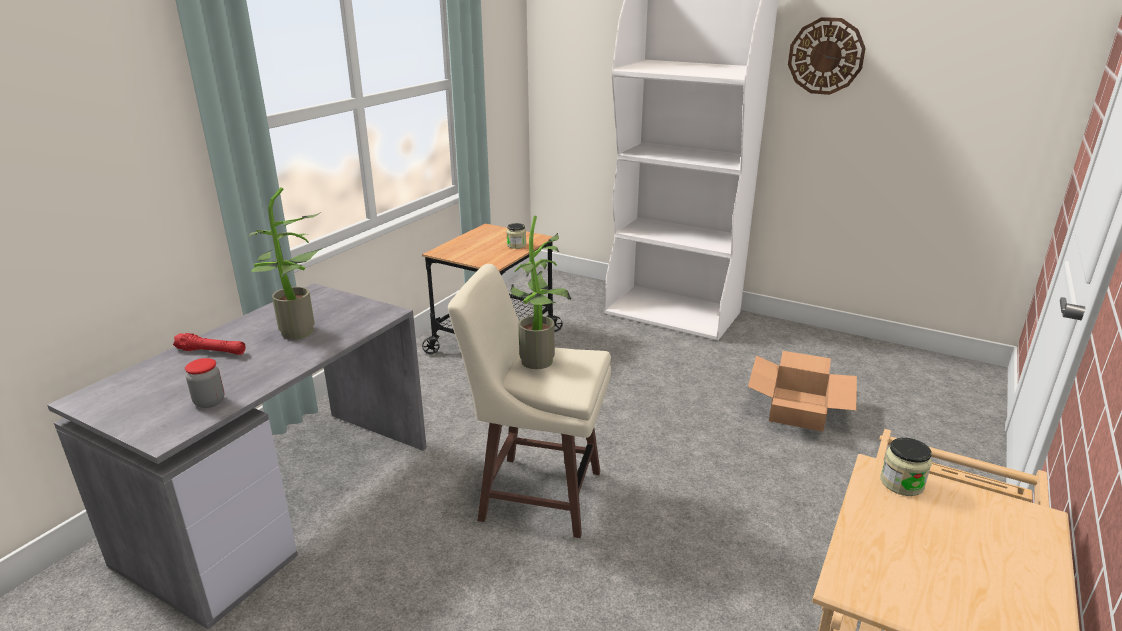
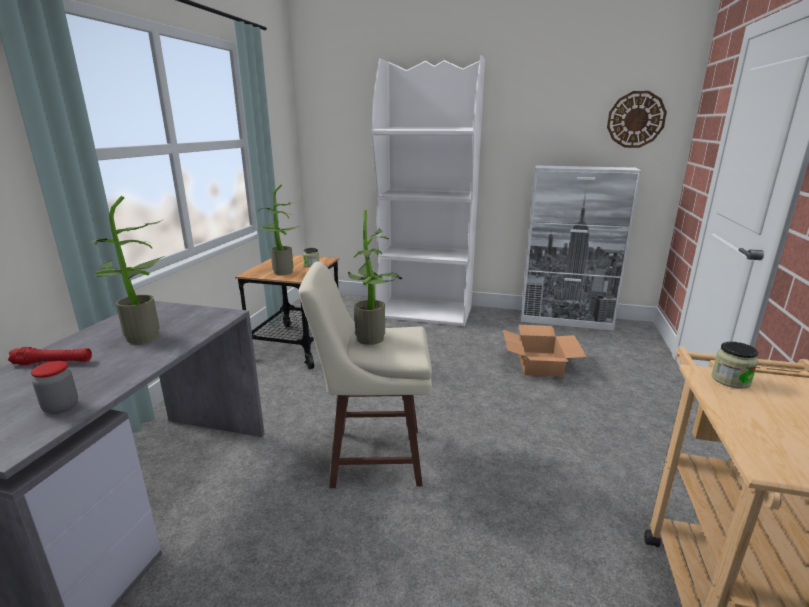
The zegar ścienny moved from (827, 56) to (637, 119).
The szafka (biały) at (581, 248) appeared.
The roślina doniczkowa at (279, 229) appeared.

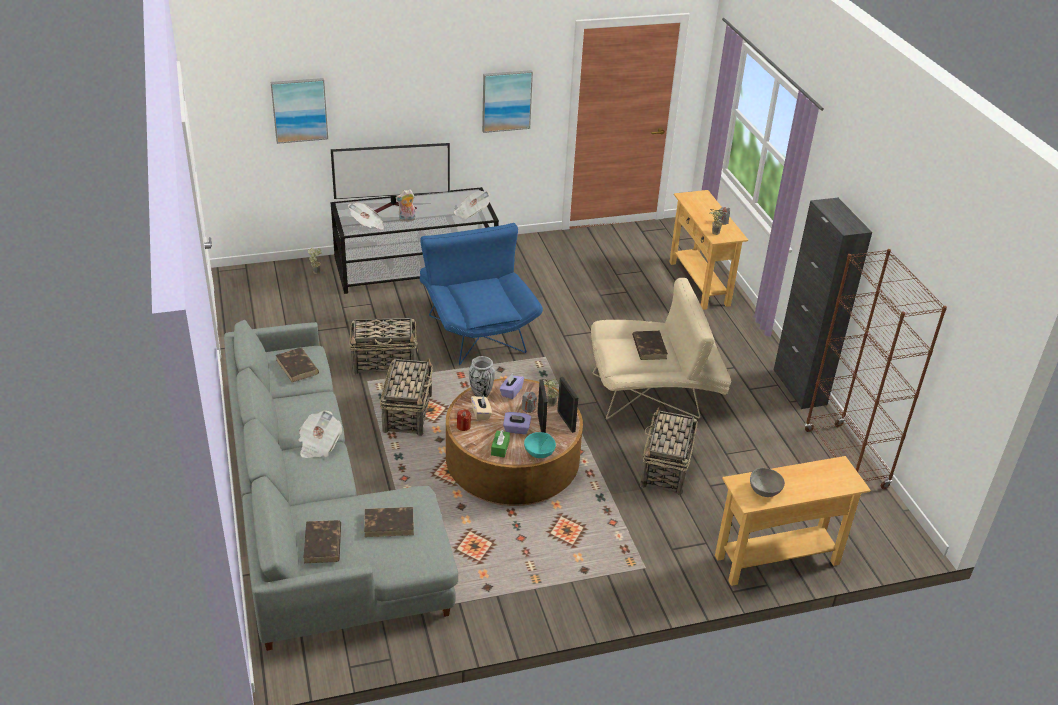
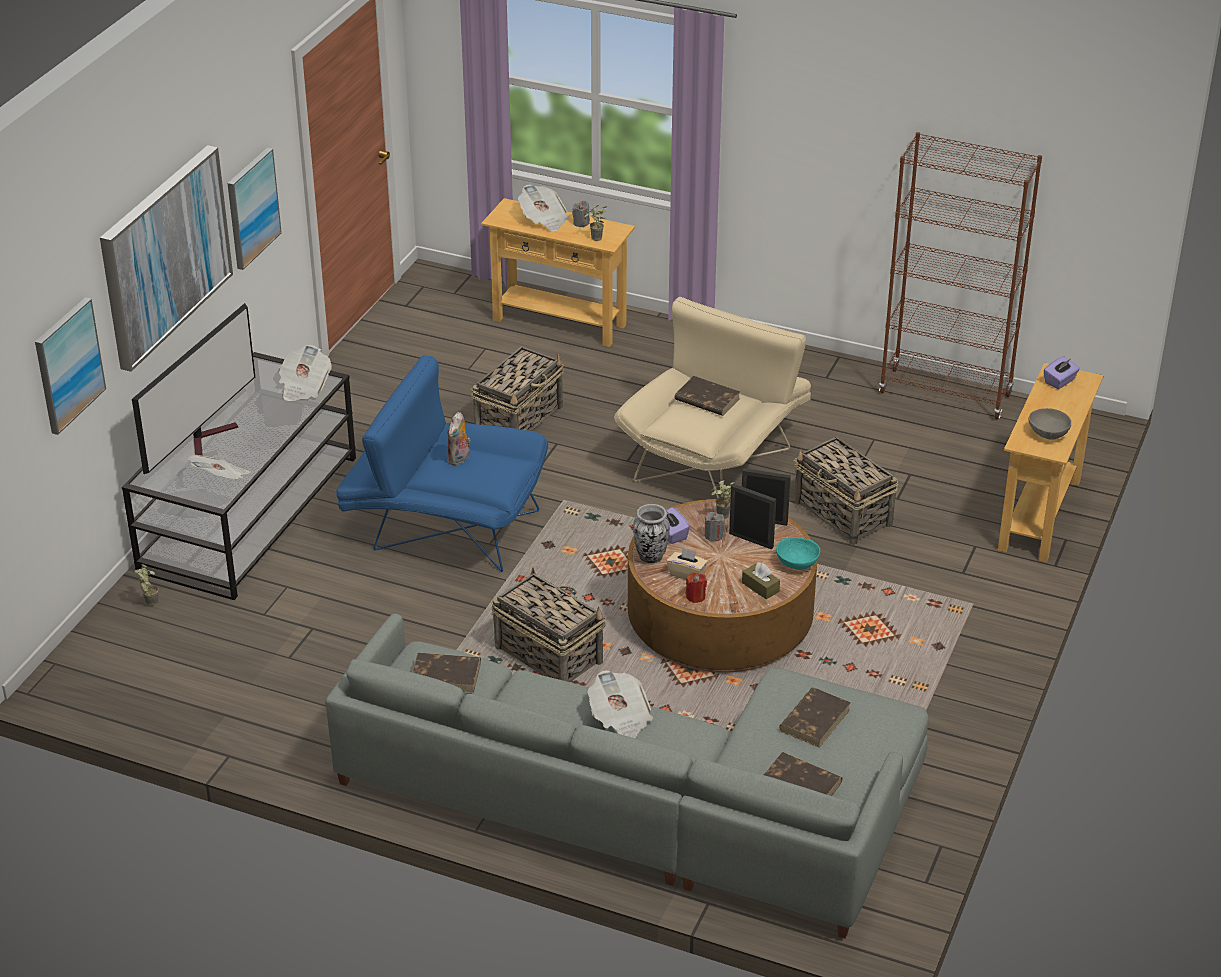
The pluszak moved from (405, 205) to (459, 439).
The szafka (czarny) at (822, 303) disappeared.
The koszyk moved from (383, 346) to (517, 388).
The pudełko chusteczek (fioletowy) moved from (517, 423) to (1062, 372).
The pudełko chusteczek (zielony) at (500, 443) became the pudełko chusteczek (brązowy) at (761, 581).
The obraz at (166, 258) appeared.
The gazeta at (543, 208) appeared.

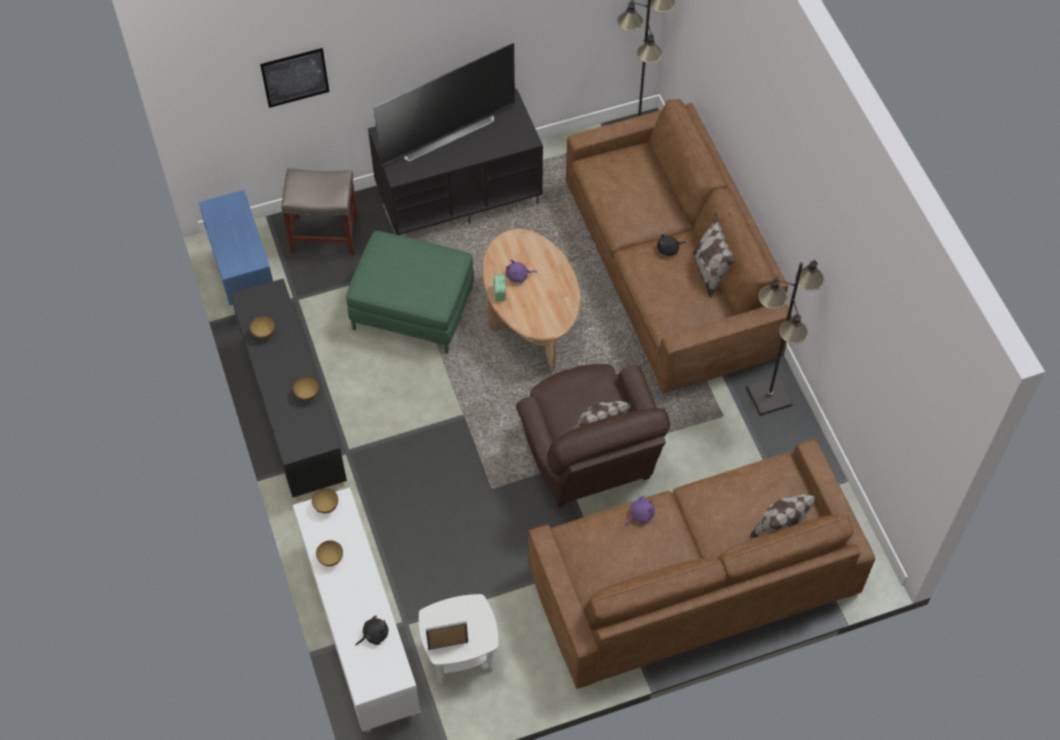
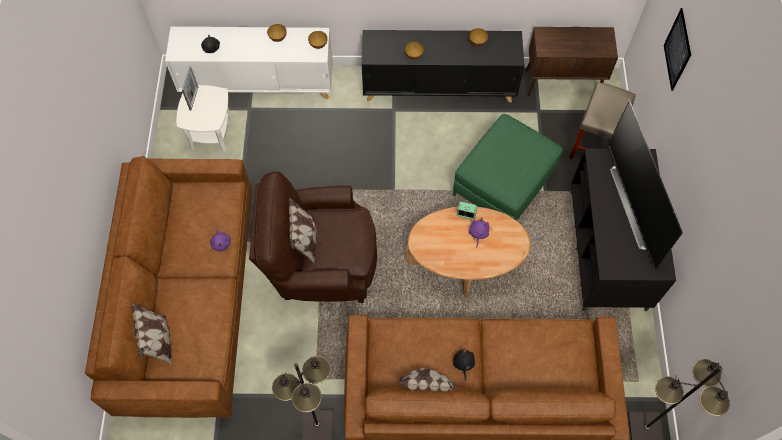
The szafka (niebieski) at (235, 258) became the szafka (brązowy) at (571, 62).

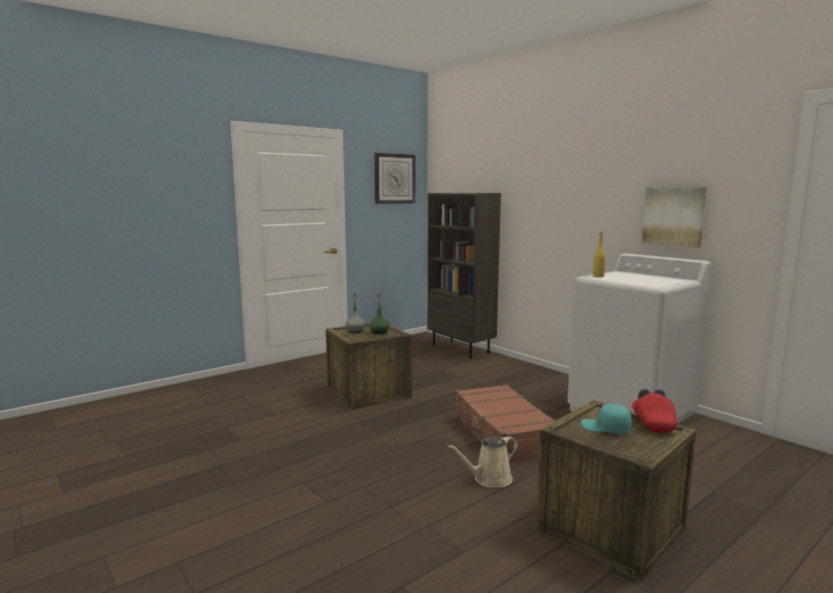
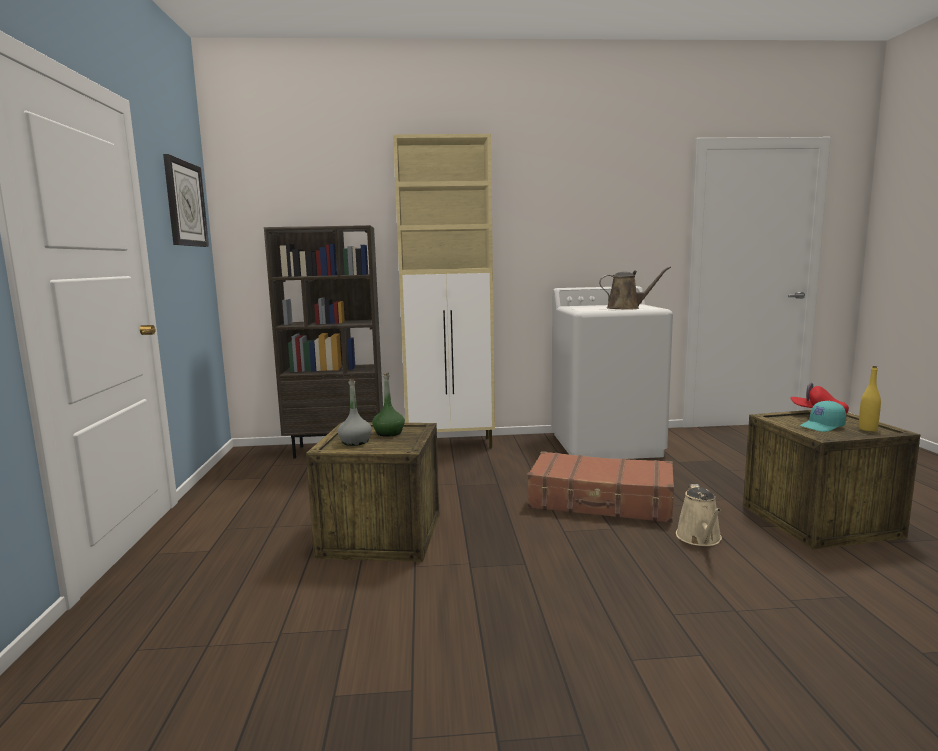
The obraz at (674, 217) disappeared.
The butelka (żółty) moved from (599, 255) to (870, 398).
The szafka (beżowy) at (444, 291) appeared.
The konewka (brązowy) at (635, 288) appeared.

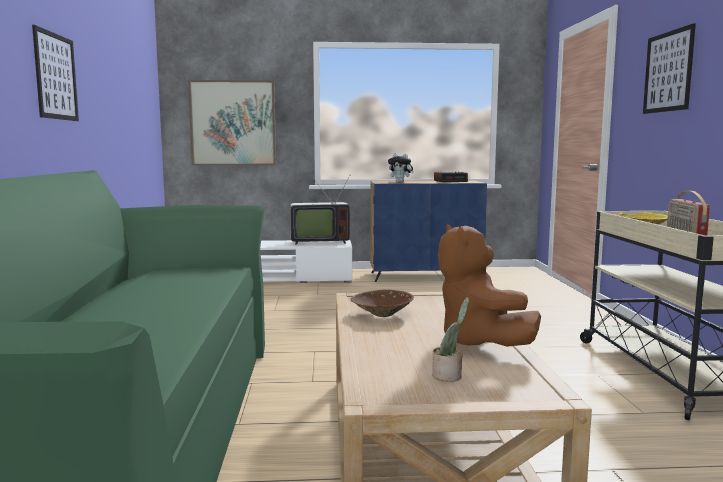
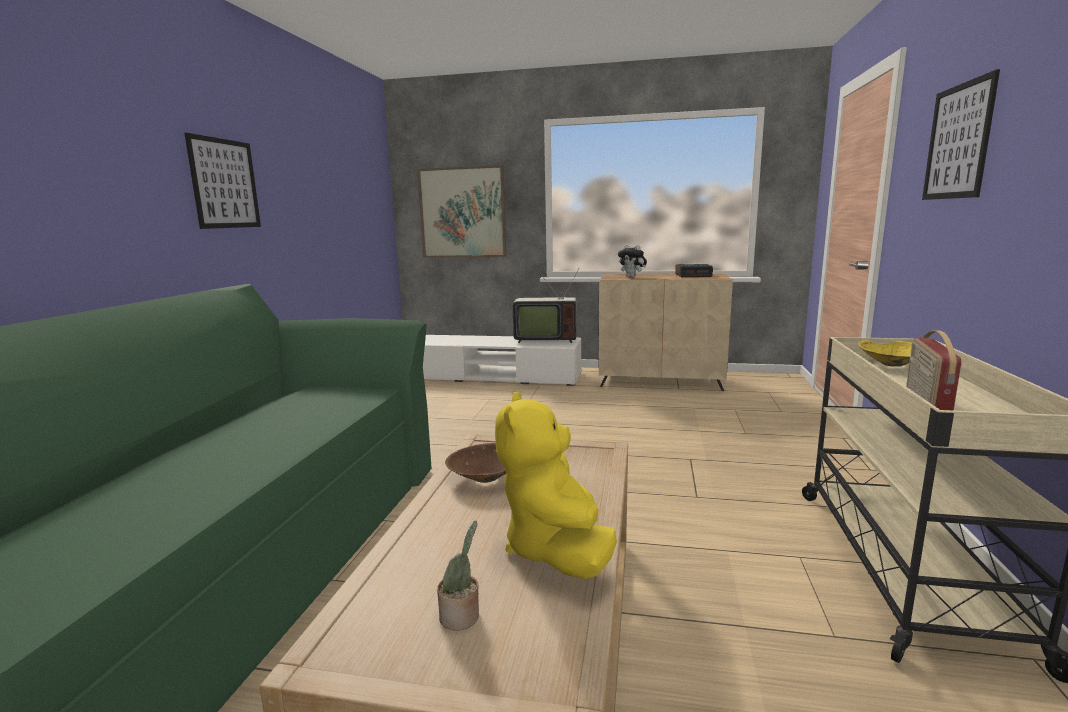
The szafka (niebieski) at (428, 231) became the szafka (beżowy) at (665, 332).
The pluszak (brązowy) at (489, 285) became the pluszak (żółty) at (556, 485).

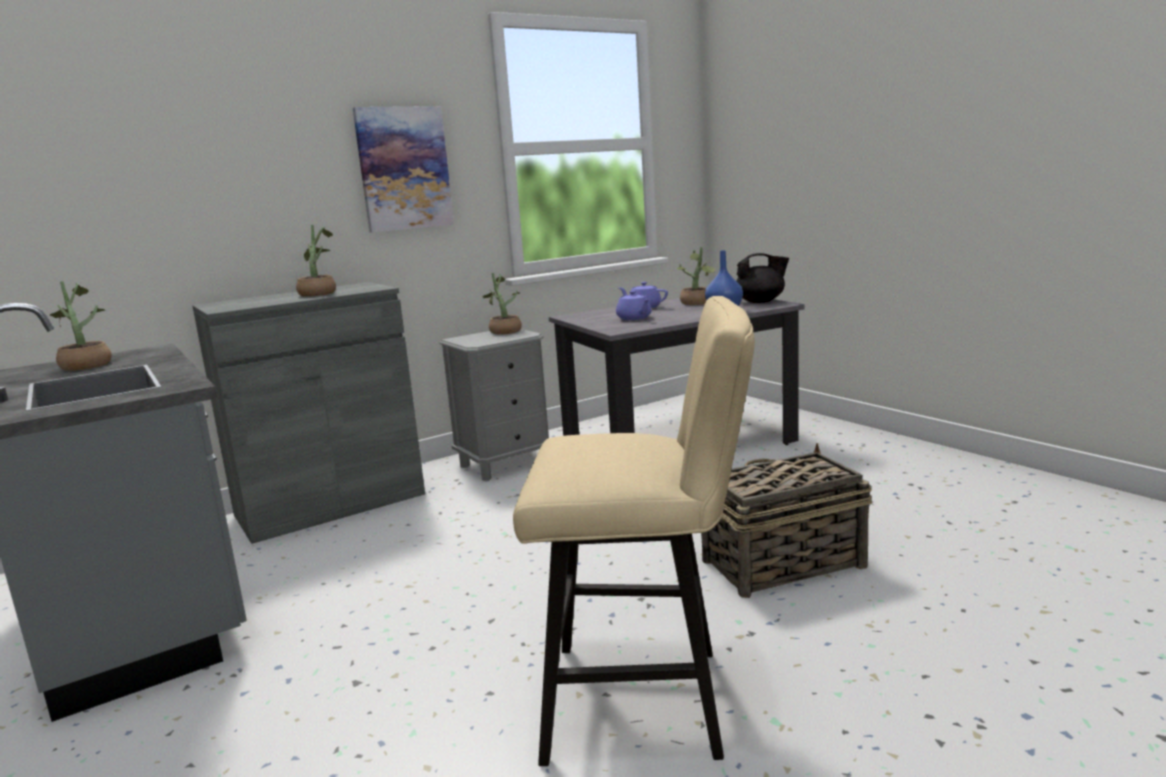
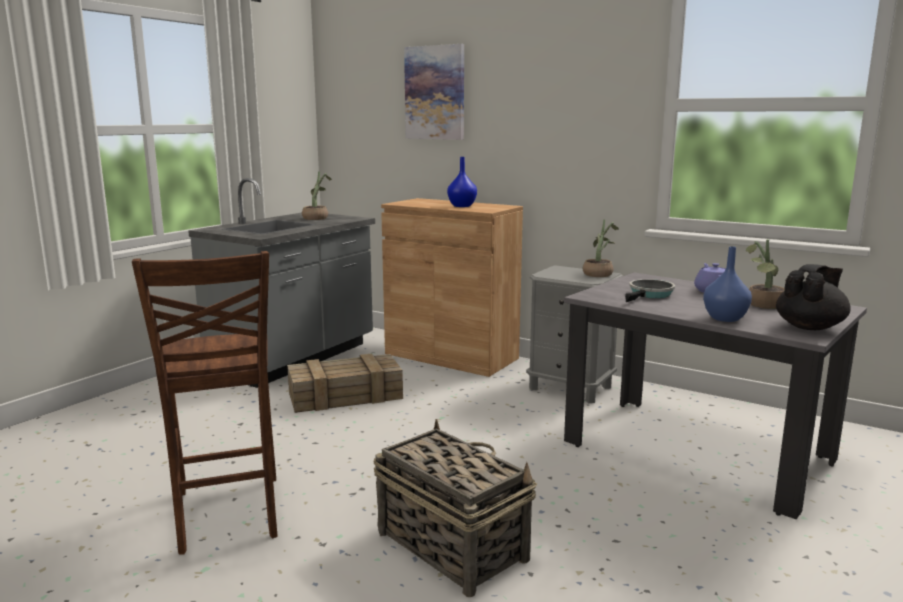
The obraz moved from (403, 169) to (434, 92).
The roślina doniczkowa at (316, 261) was replaced by the wazon (niebieski) at (462, 182).
The imbryk (czarny) at (762, 278) turned 105 degrees counterclockwise.
The szafka (szary) at (308, 413) became the szafka (brązowy) at (452, 287).
The imbryk (fioletowy) at (633, 305) was replaced by the patelnia at (650, 290).
The stołek (beżowy) at (634, 531) was replaced by the krzesło (brązowy) at (204, 403).
The skrzynka at (345, 383) appeared.

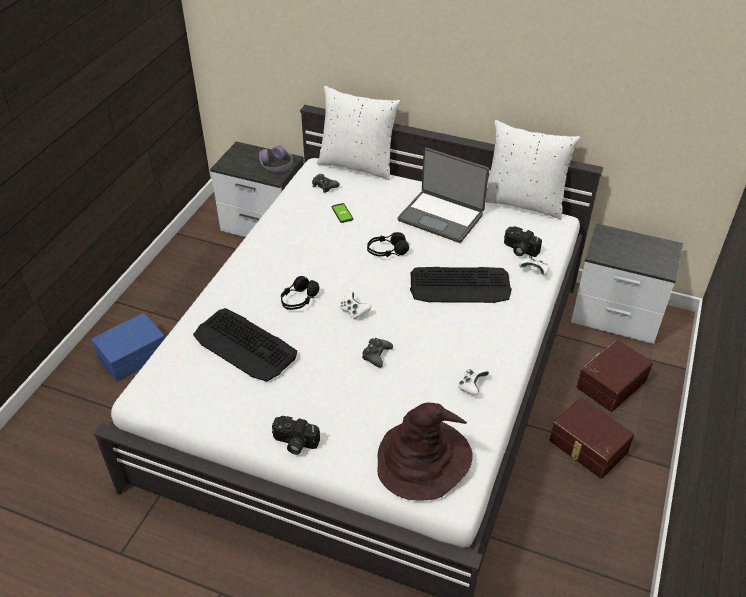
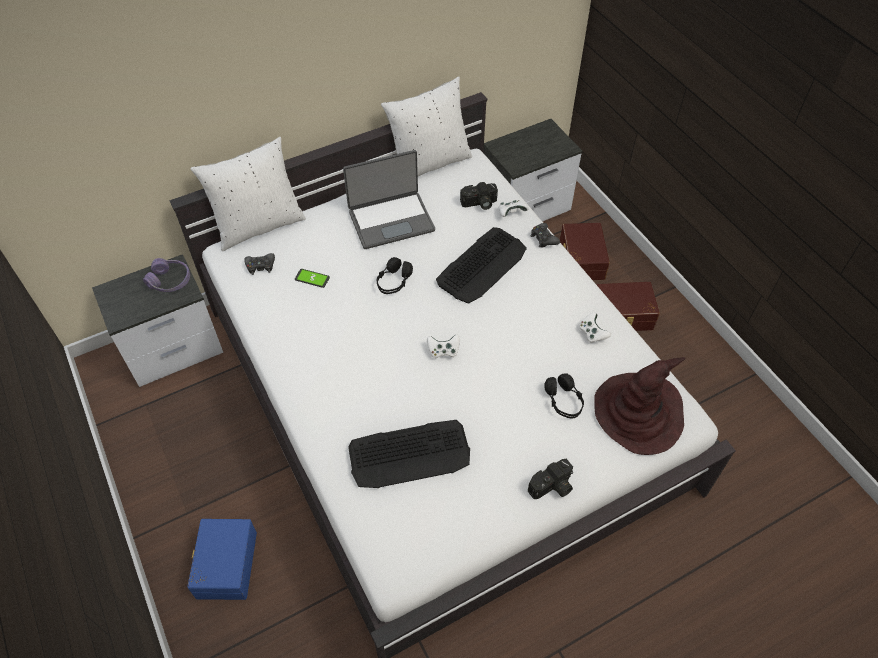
The słuchawki (czarny) moved from (300, 293) to (564, 396).
The pad do gier (czarny) moved from (377, 353) to (545, 235).

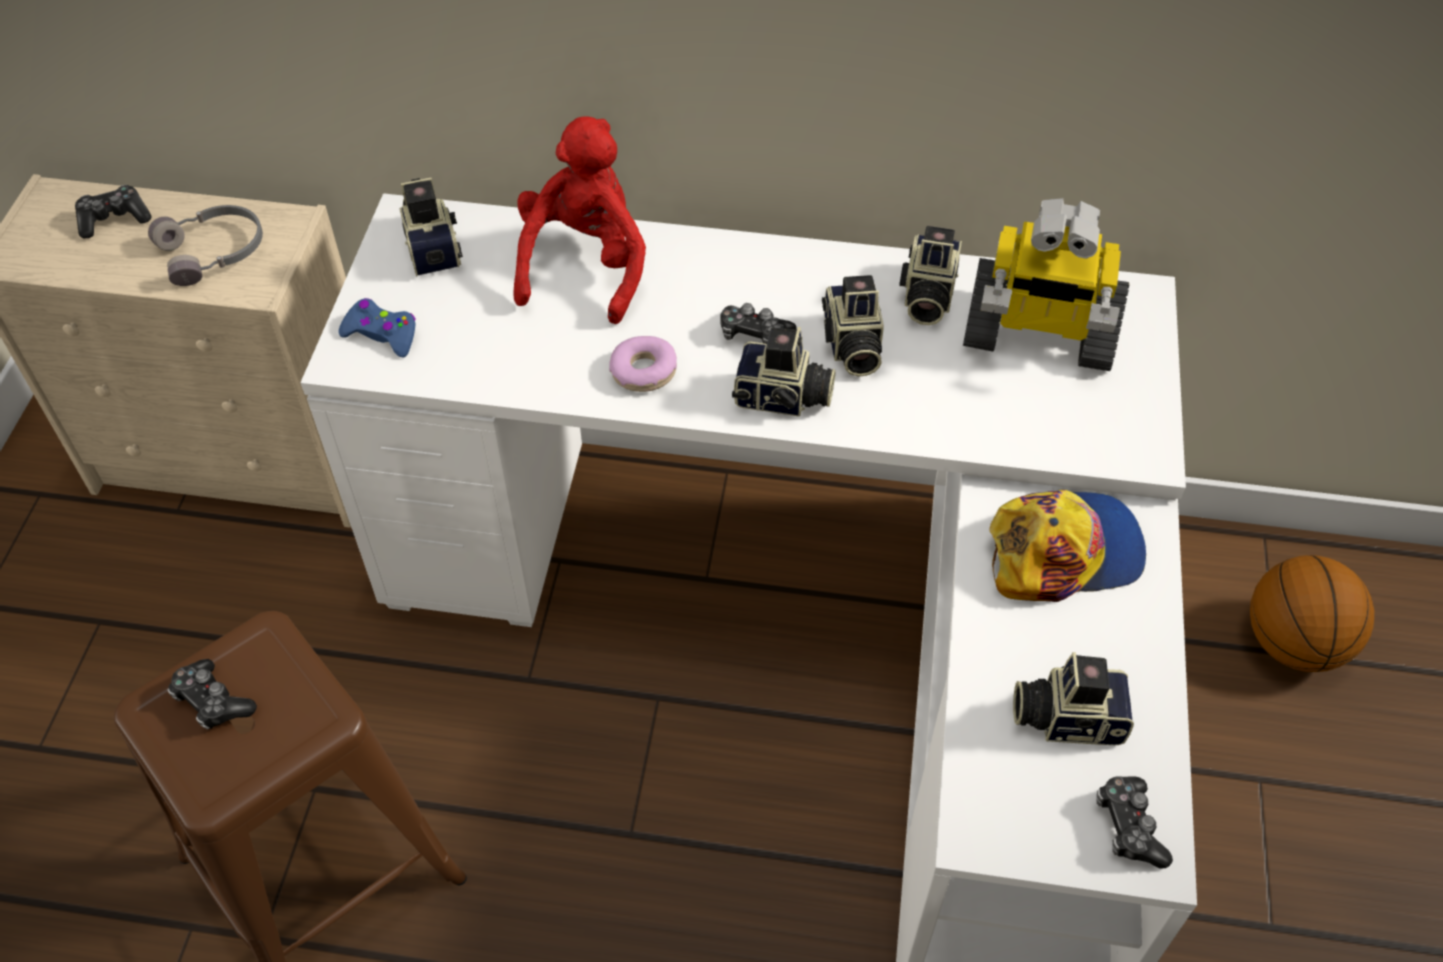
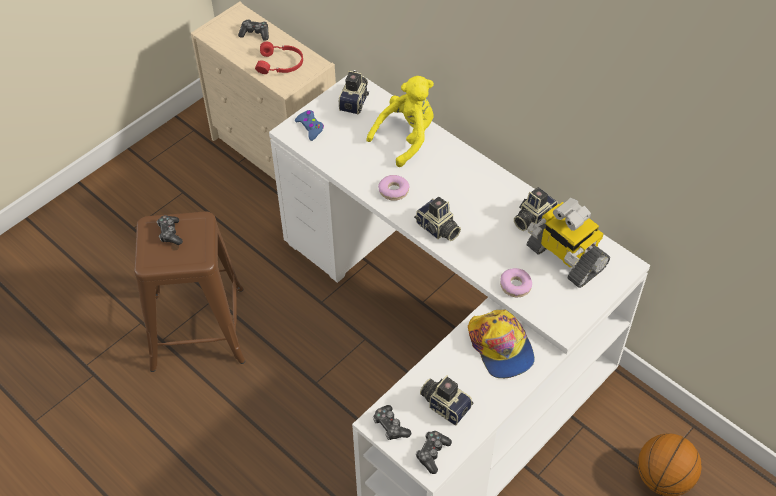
The pluszak (czerwony) at (579, 220) became the pluszak (żółty) at (400, 121).
The słuchawki (szary) at (205, 245) became the słuchawki (czerwony) at (279, 57).
The aparat fotograficzny at (853, 326) disappeared.
The pad do gier moved from (758, 323) to (392, 422).
The czapka z daszkiem at (1067, 546) turned 45 degrees clockwise.
The donut at (516, 282) appeared.

